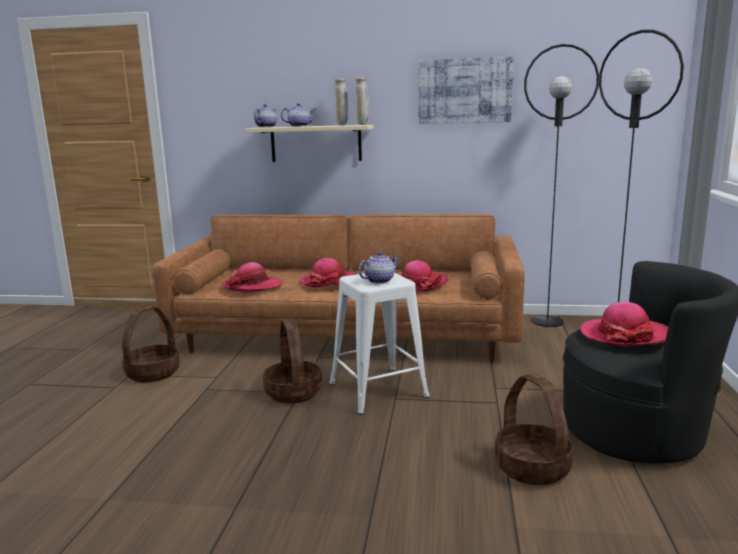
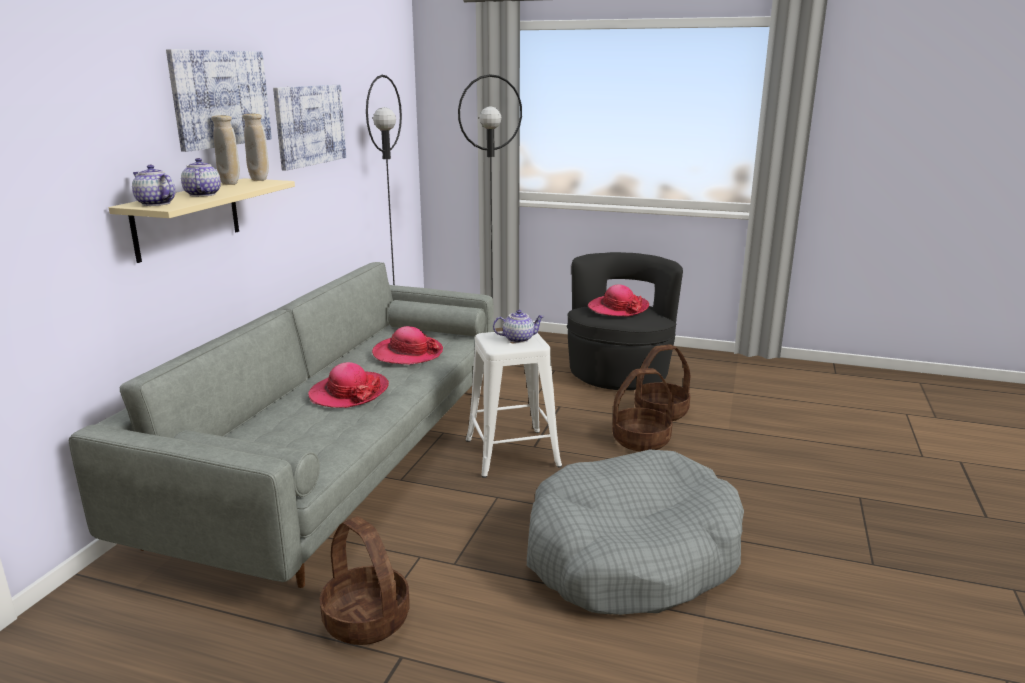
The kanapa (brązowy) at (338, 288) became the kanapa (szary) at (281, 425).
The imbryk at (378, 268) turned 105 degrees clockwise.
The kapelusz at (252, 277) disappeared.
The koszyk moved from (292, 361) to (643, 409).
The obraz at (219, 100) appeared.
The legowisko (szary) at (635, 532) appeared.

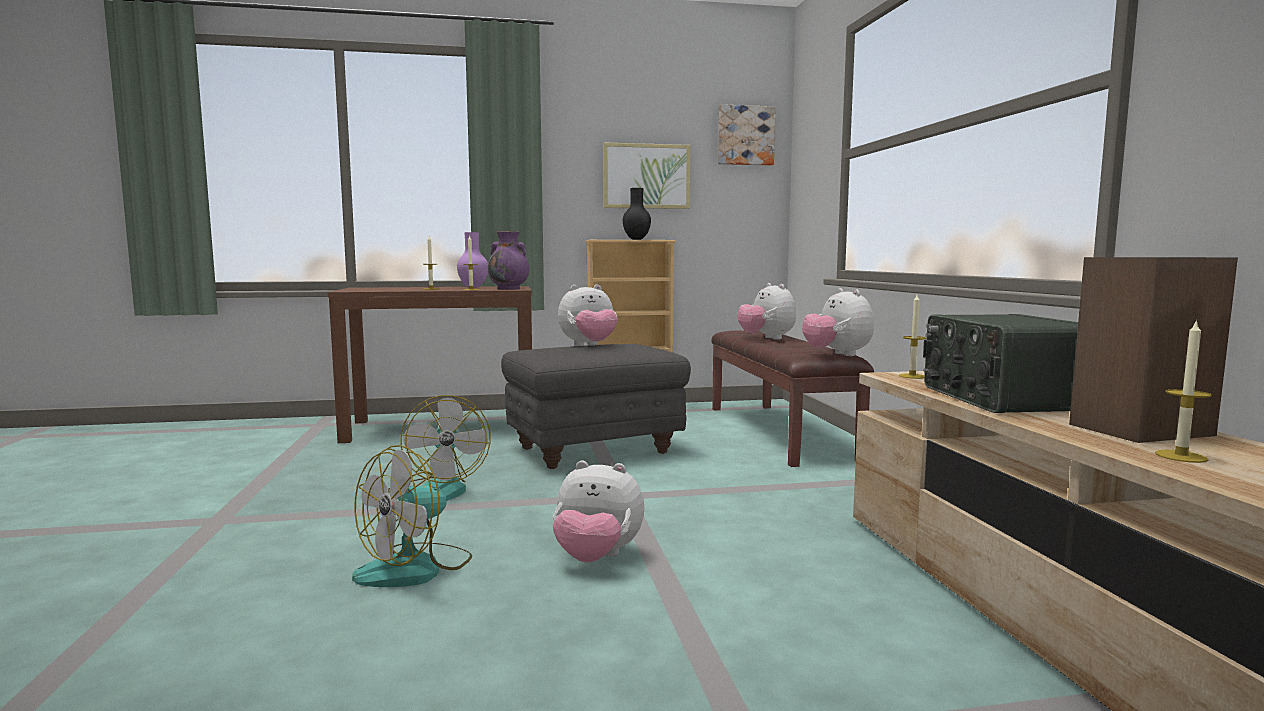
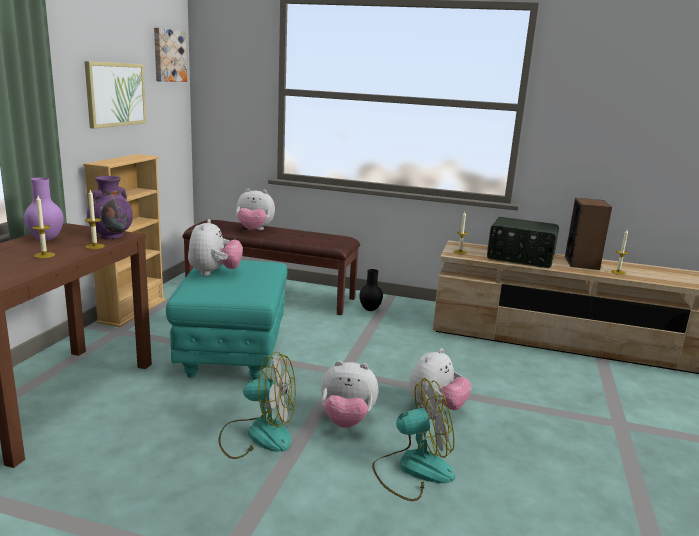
The wazon (czarny) moved from (637, 214) to (371, 290).
The pluszak moved from (838, 322) to (349, 394).
The pufa (szary) at (596, 406) became the pufa (turkusowy) at (226, 320).
The wentylator at (412, 516) turned 75 degrees counterclockwise.

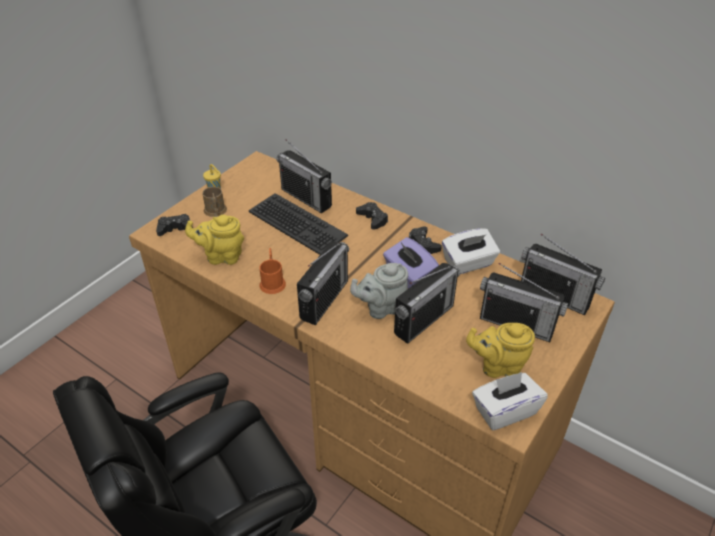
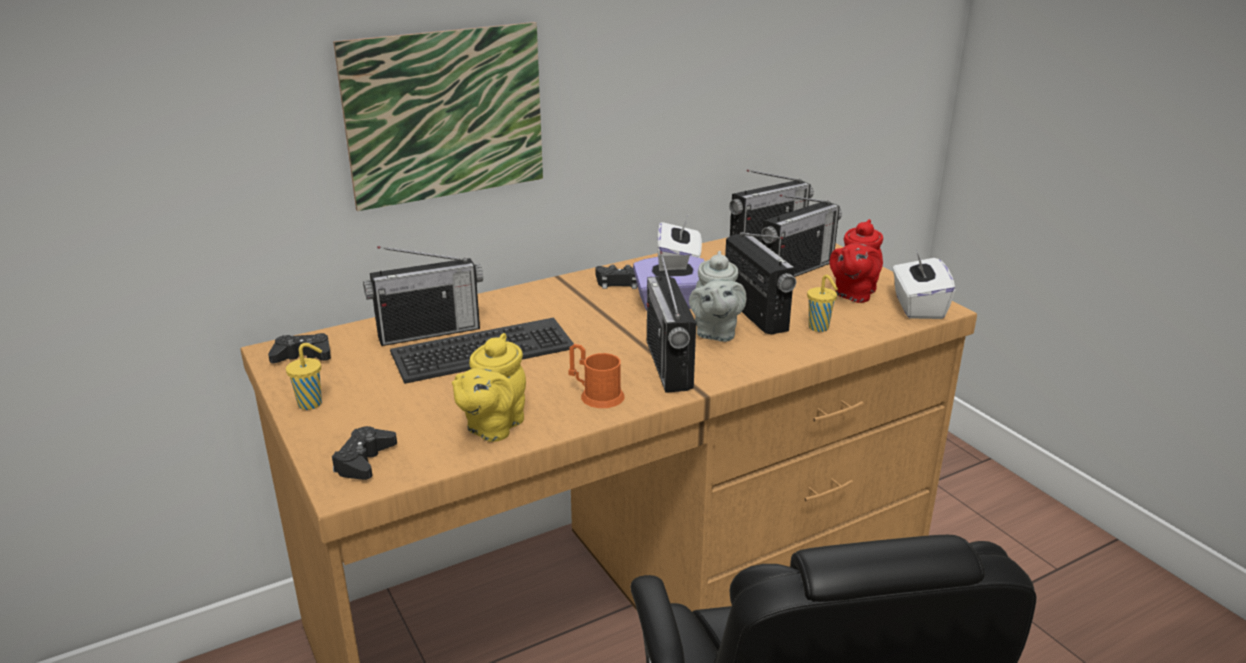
The kubek (brązowy) at (214, 202) disappeared.
The pad do gier (czarny) moved from (372, 216) to (299, 348).
The radio at (323, 283) turned 150 degrees counterclockwise.
The imbryk (żółty) at (500, 350) became the imbryk (czerwony) at (856, 261).
The obraz at (438, 116) appeared.
The filiżanka (żółty) at (822, 303) appeared.

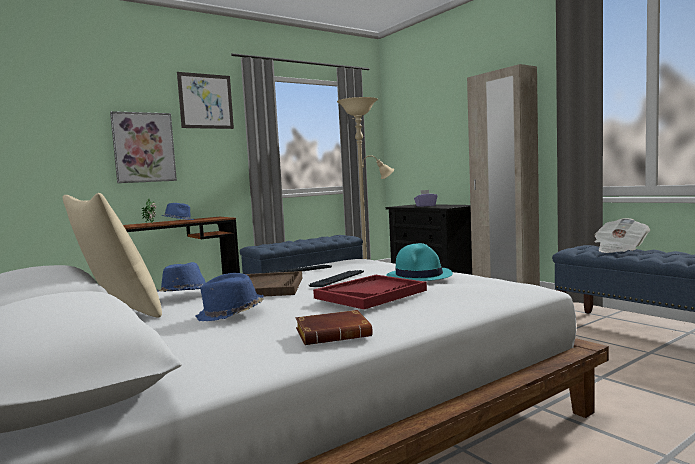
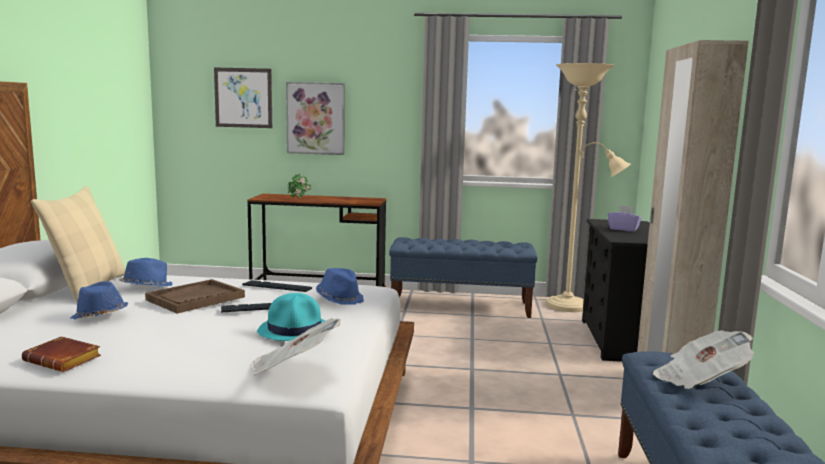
The obraz moved from (205, 100) to (243, 97).
The kapelusz (niebieski) moved from (178, 211) to (340, 286).
The taca (czerwony) at (370, 292) disappeared.
The gazeta at (297, 347) appeared.

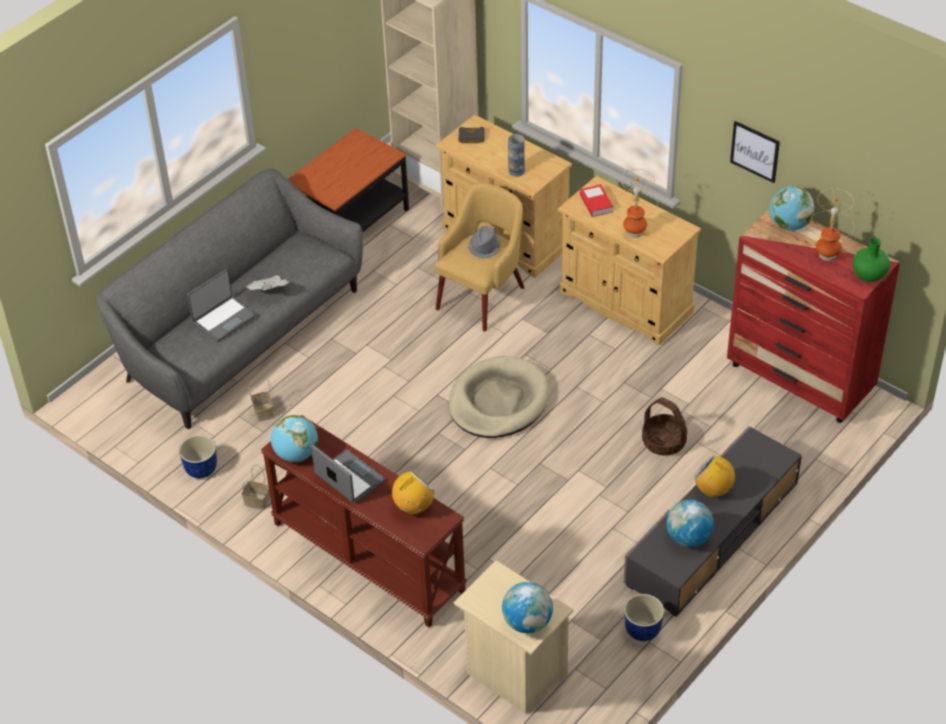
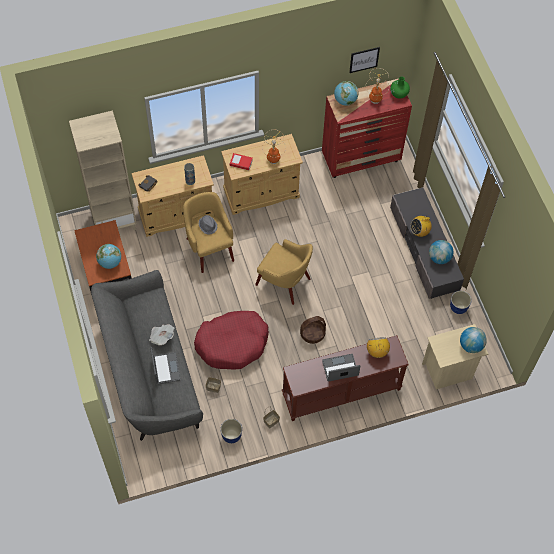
The obraz moved from (755, 152) to (364, 60).
The legowisko (beżowy) at (499, 397) was replaced by the fotel (żółty) at (284, 272).
The koszyk moved from (665, 426) to (313, 330).
The globus moved from (294, 438) to (108, 256).
The legowisko (czerwony) at (231, 340) appeared.

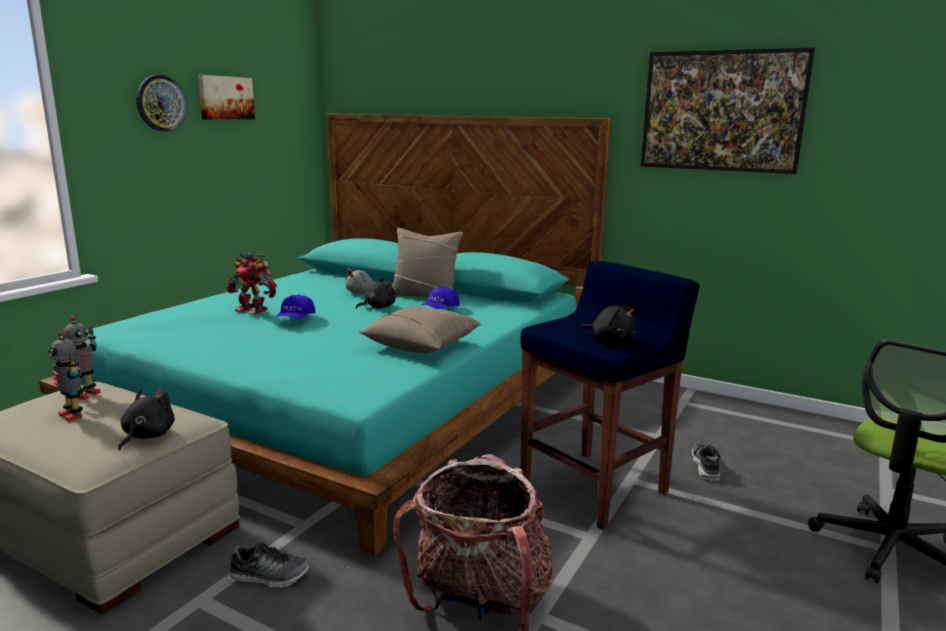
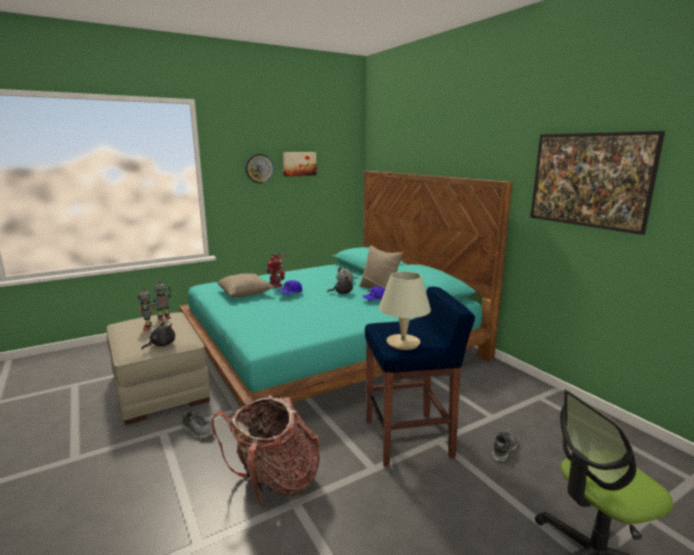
The pluszak (czarny) at (607, 322) was replaced by the lampa stołowa (beżowy) at (405, 311).
The poduszka (beżowy) moved from (420, 329) to (245, 285).

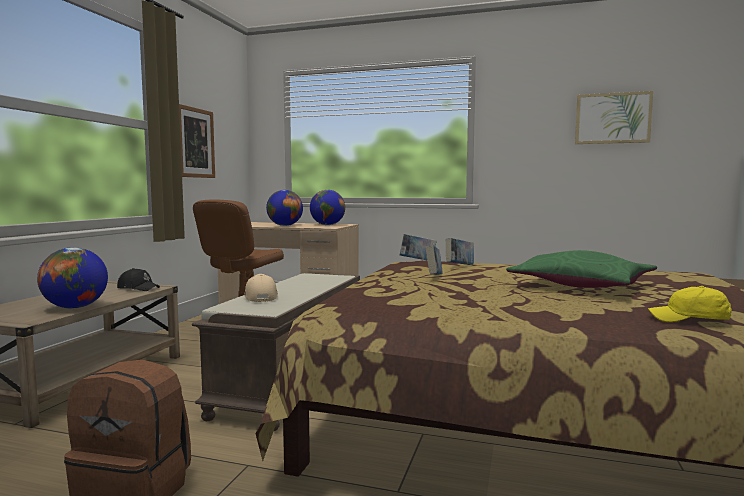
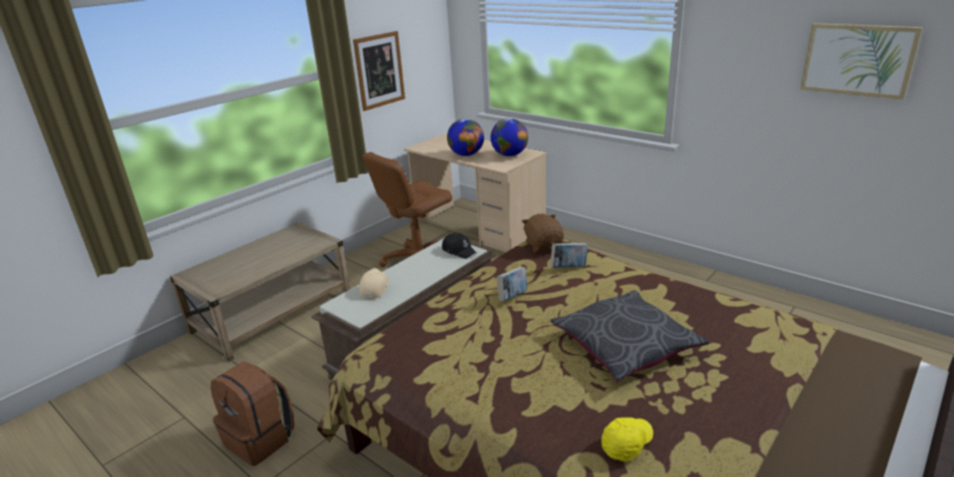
The książka at (418, 247) was replaced by the pluszak (brązowy) at (543, 233).
The globus at (72, 277) disappeared.
The poduszka (zielony) at (581, 269) became the poduszka (szary) at (630, 336).
The czapka z daszkiem (czarny) moved from (138, 279) to (459, 246).
The czapka z daszkiem (żółty) at (690, 304) turned 90 degrees clockwise.

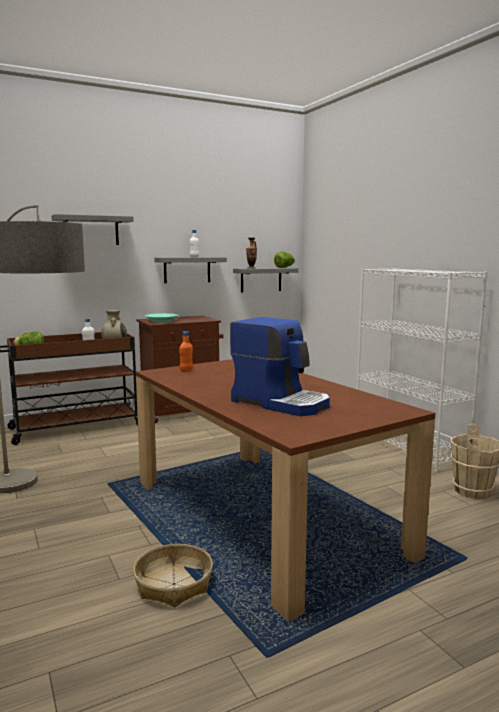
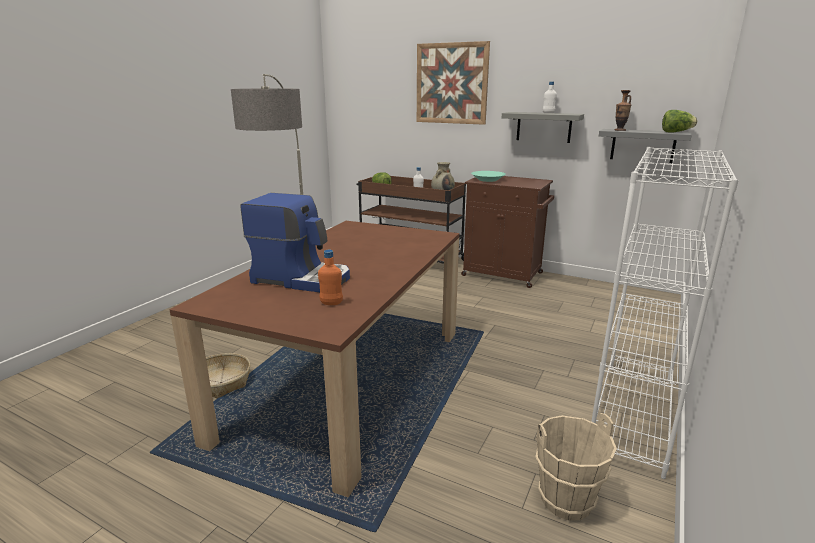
The półka (szary) at (92, 229) was replaced by the obraz at (453, 83).
The ekspres do kawy at (280, 366) turned 75 degrees counterclockwise.
The butelka (pomarańczowy) moved from (186, 351) to (330, 277).

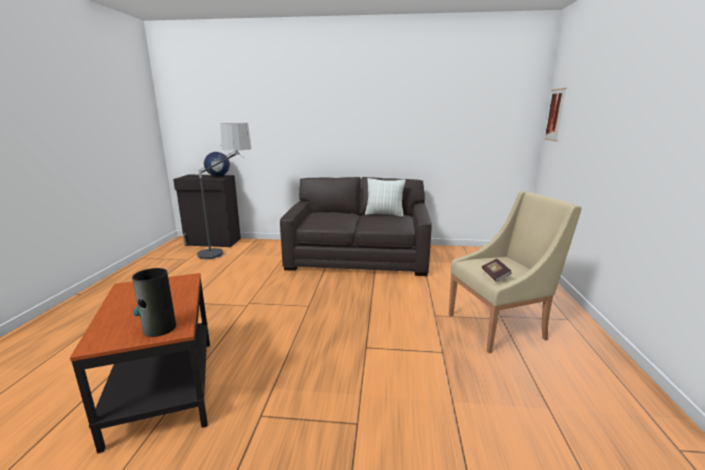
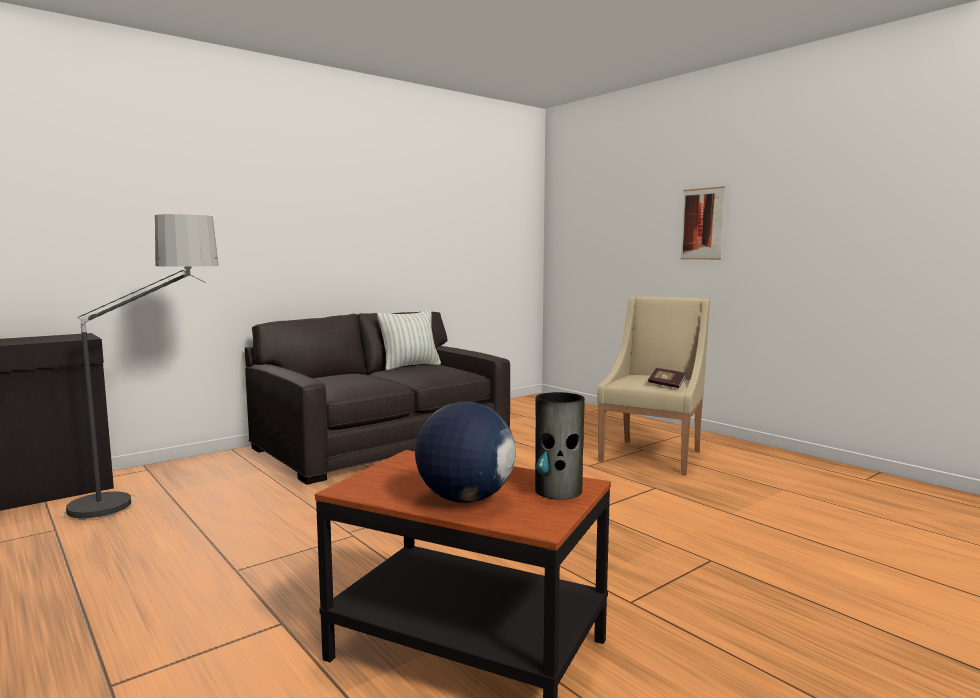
The obraz moved from (555, 114) to (703, 223).
The globus moved from (217, 164) to (465, 452).

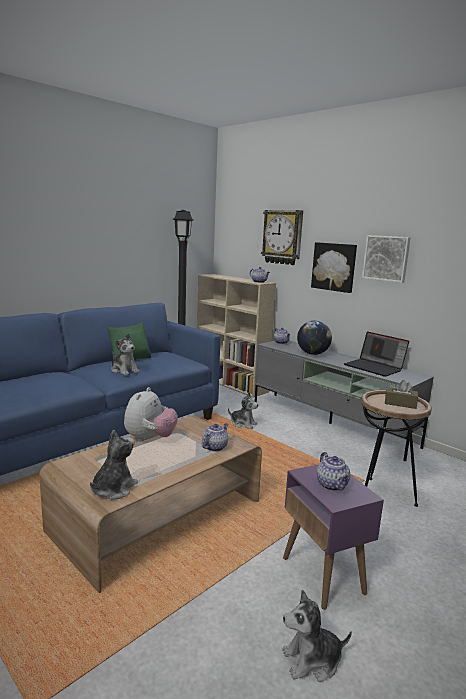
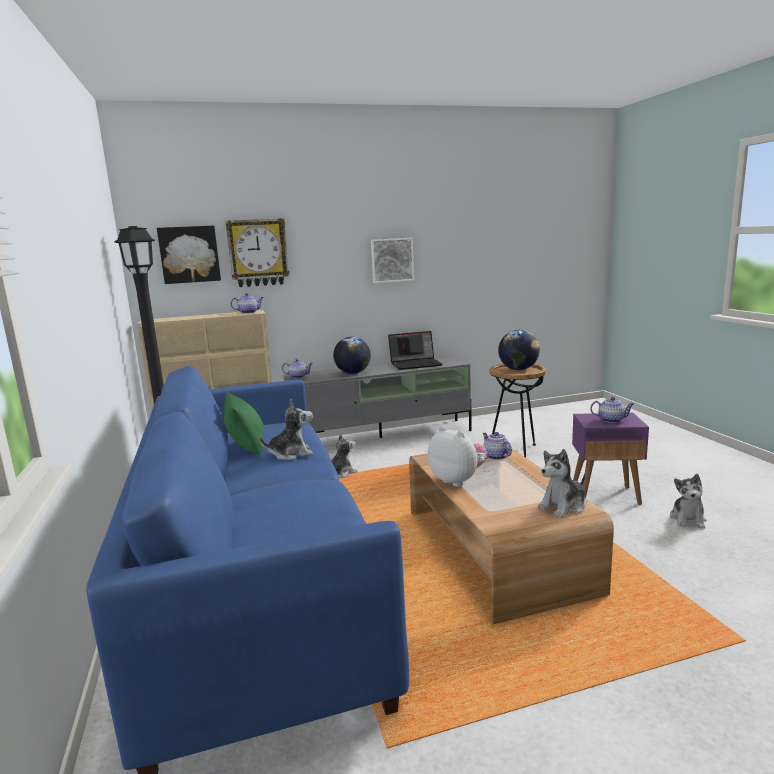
The obraz moved from (334, 267) to (189, 255).
The pudełko chusteczek (brązowy) at (401, 394) was replaced by the globus at (519, 350).
The pluszak at (114, 464) turned 90 degrees counterclockwise.

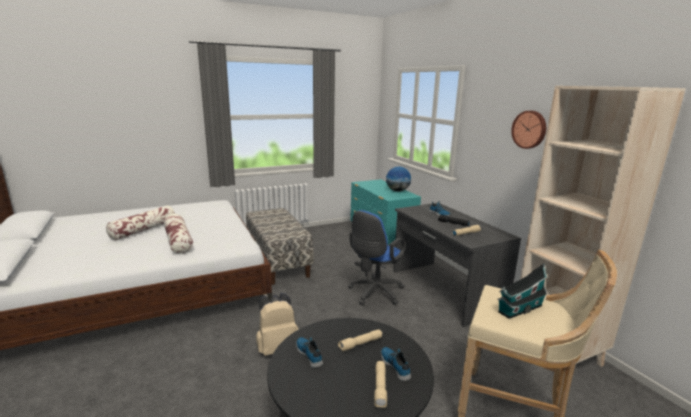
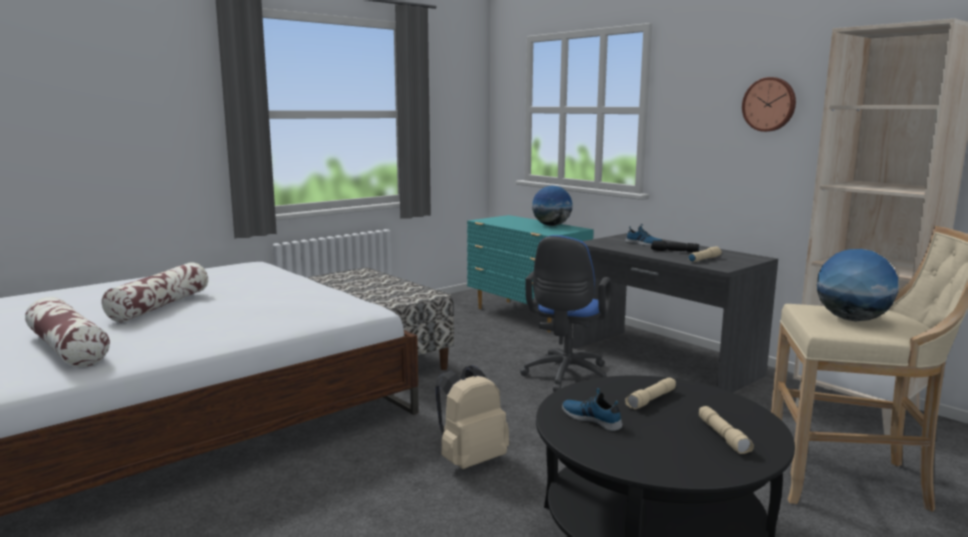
The poduszka moved from (178, 234) to (67, 332).
The domek at (522, 291) was replaced by the globus at (858, 285).
The but at (396, 364) disappeared.

